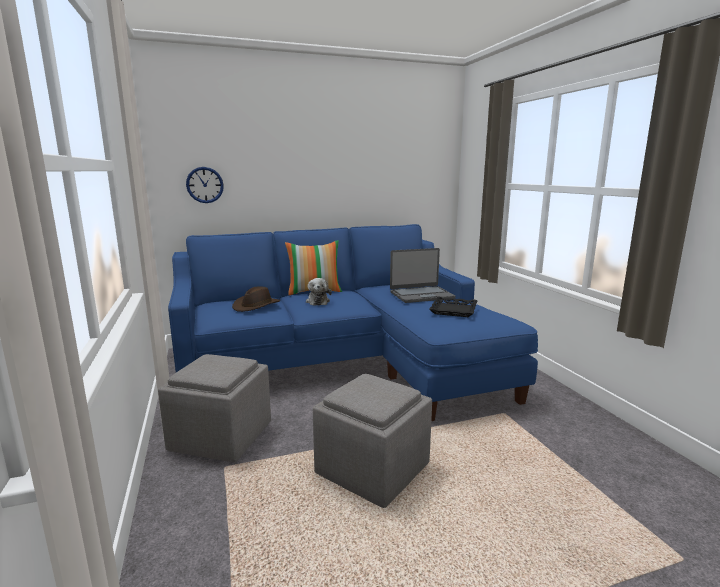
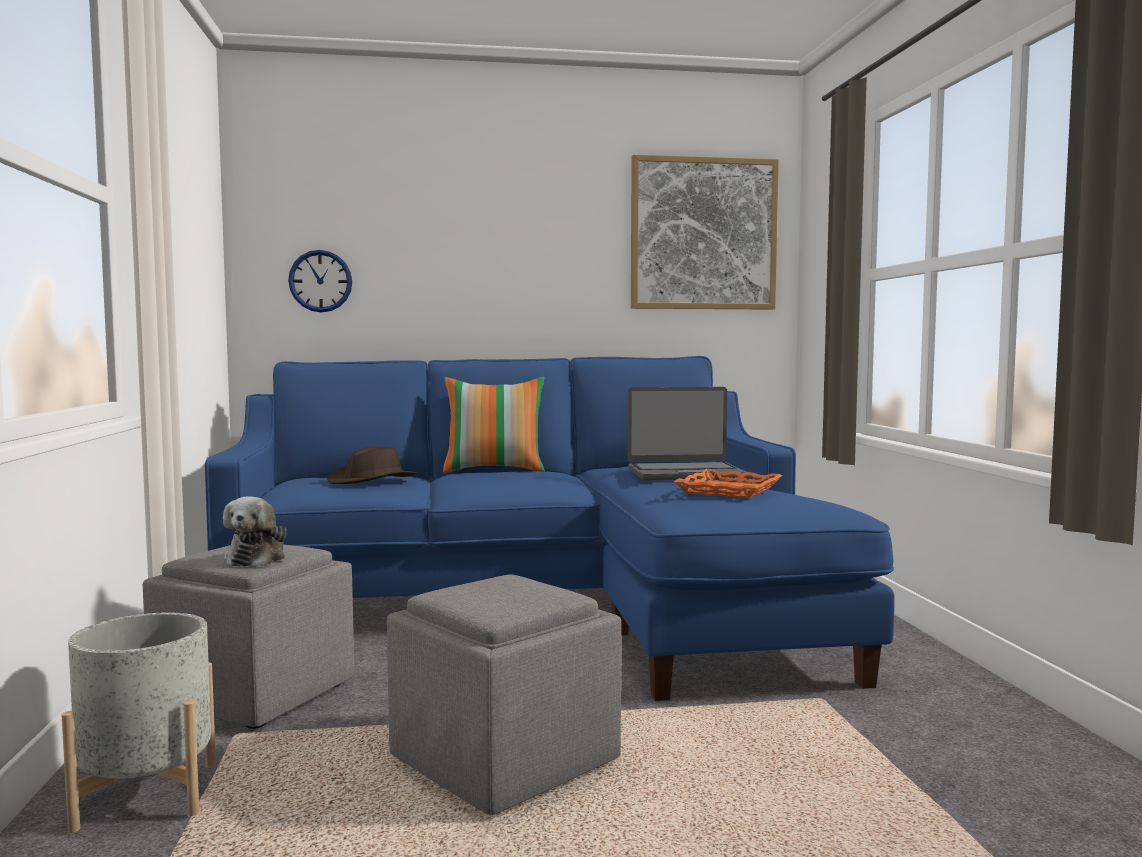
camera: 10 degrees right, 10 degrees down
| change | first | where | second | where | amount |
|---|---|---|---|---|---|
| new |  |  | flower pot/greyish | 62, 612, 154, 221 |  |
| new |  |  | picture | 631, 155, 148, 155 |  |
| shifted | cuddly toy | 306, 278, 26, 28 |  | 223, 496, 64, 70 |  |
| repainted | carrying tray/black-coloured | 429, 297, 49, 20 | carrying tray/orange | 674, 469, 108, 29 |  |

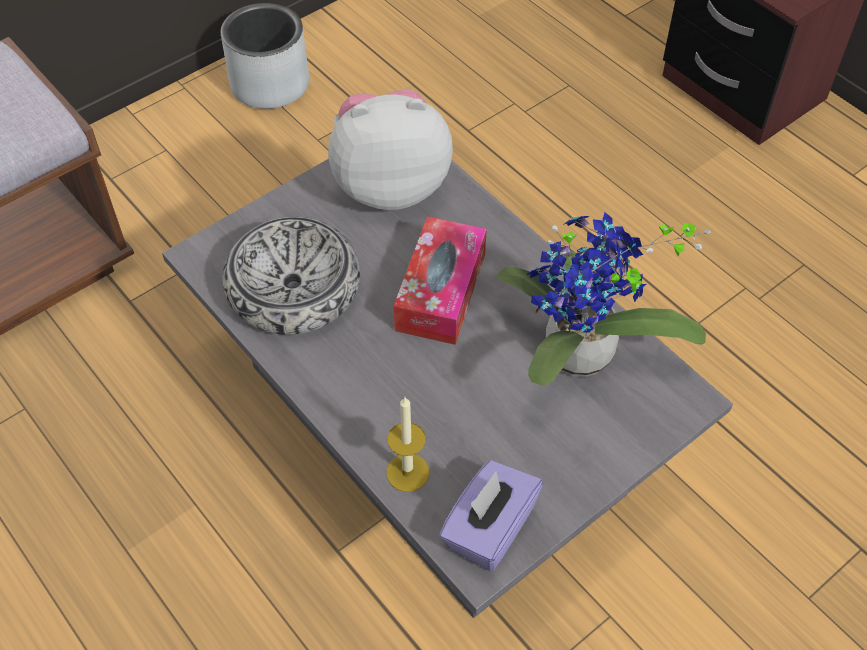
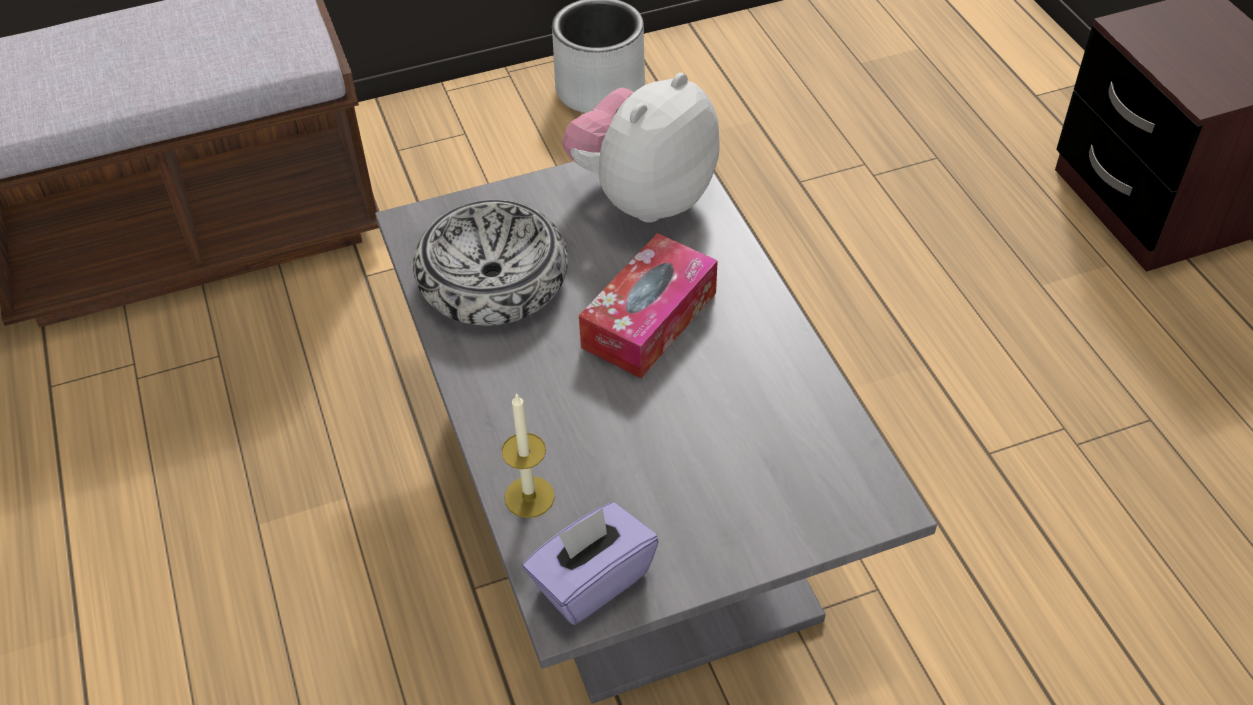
camera: 20 degrees right, 5 degrees down
| change | first | where | second | where | amount |
|---|---|---|---|---|---|
| gone | plant in a pot | 497, 212, 214, 174 |  |  |  |
| rotated | cuddly toy | 328, 89, 125, 121 |  | 562, 73, 158, 150 | 60 degrees counterclockwise |

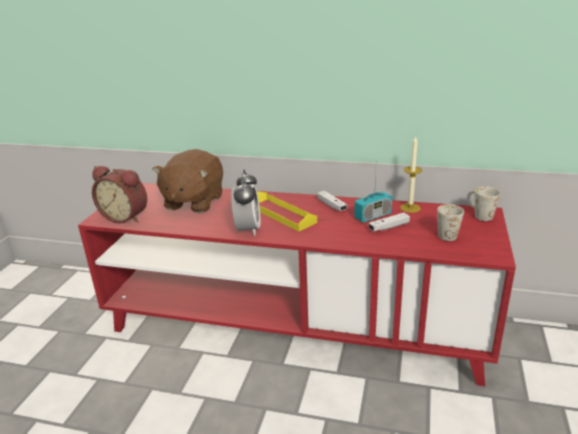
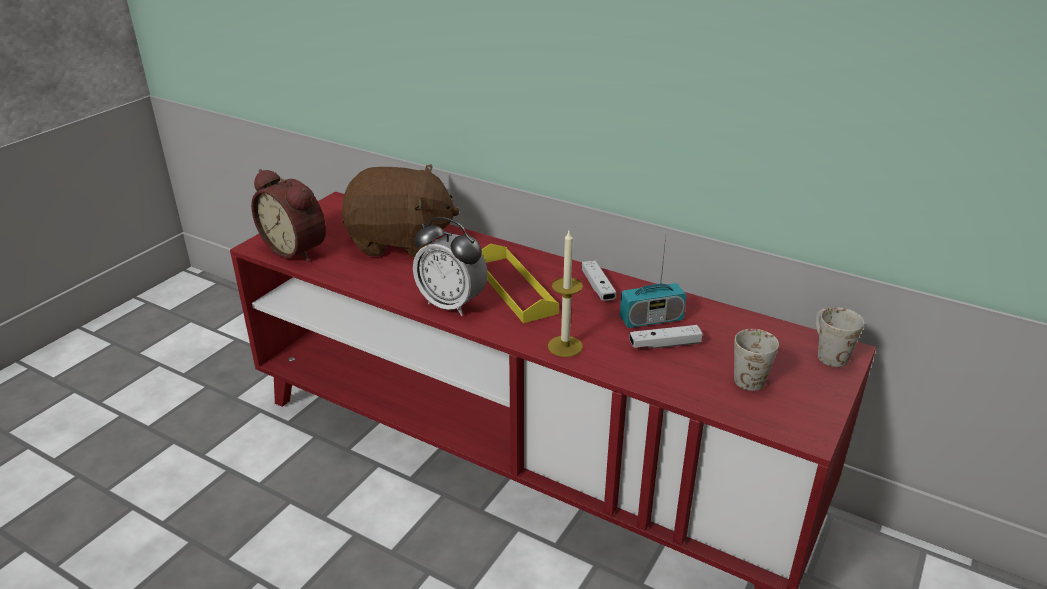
camera: 15 degrees right, 5 degrees up
| change | first | where | second | where | amount |
|---|---|---|---|---|---|
| shifted | wax candle | 400, 136, 22, 77 |  | 548, 231, 35, 126 |  |
| rotated | cuddly toy/brown | 152, 149, 71, 64 |  | 342, 165, 118, 92 | 120 degrees counterclockwise |
| rotated | bedside clock | 231, 169, 29, 67 |  | 413, 217, 75, 99 | 105 degrees clockwise |

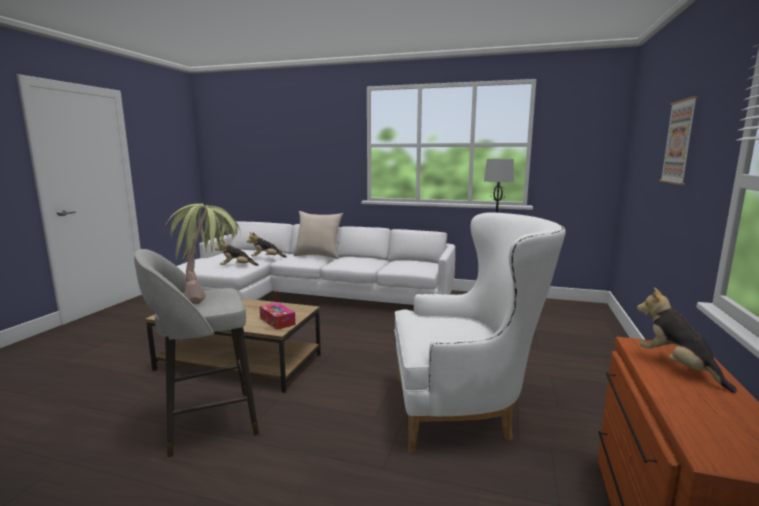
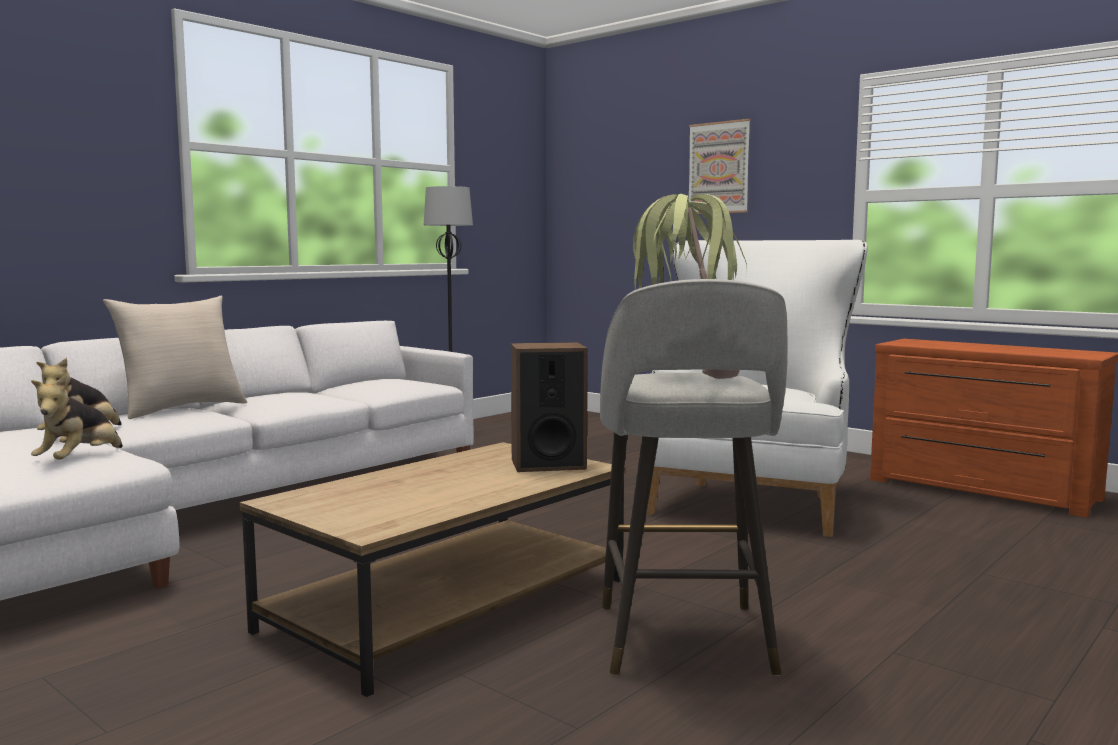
camera: 65 degrees left, 5 degrees down
| change | first | where | second | where | amount |
|---|---|---|---|---|---|
| gone | cuddly toy | 637, 288, 100, 105 |  |  |  |
| swapped | tissue holder | 259, 302, 37, 28 | loudspeaker | 511, 342, 76, 130 |  |

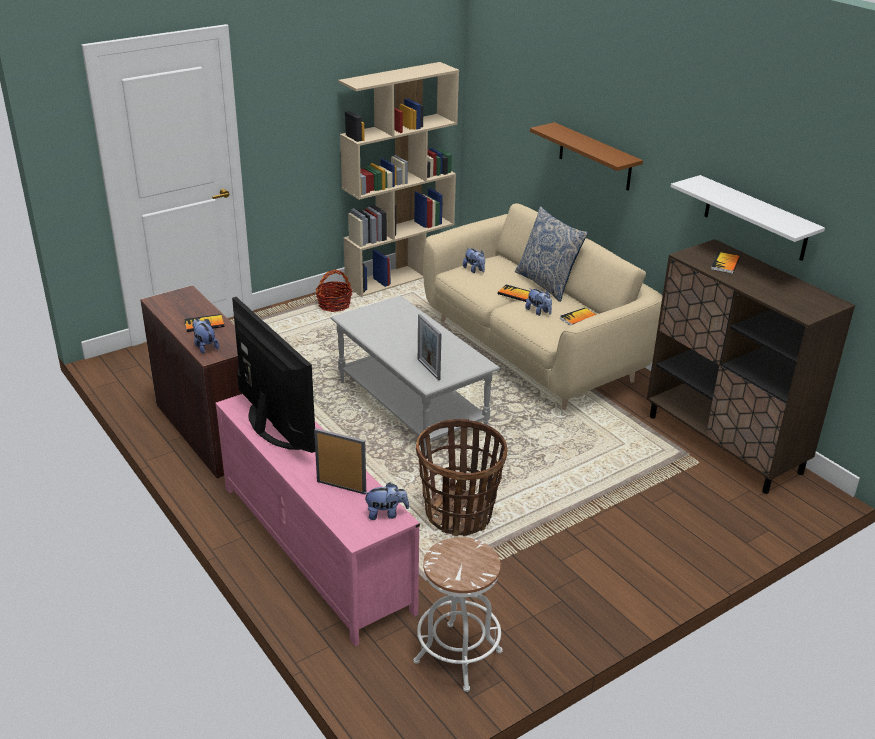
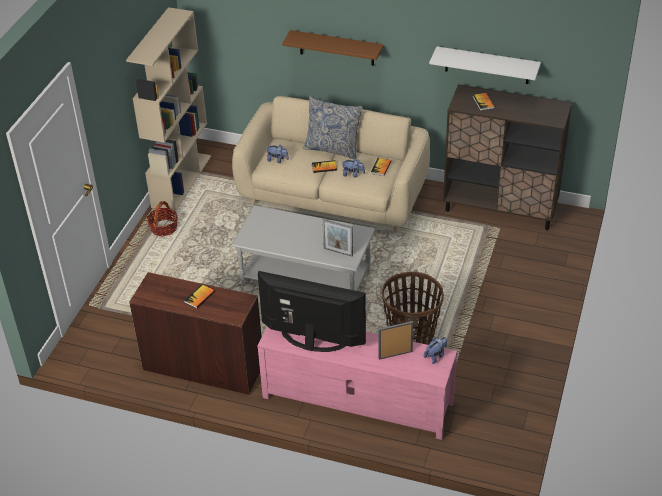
camera: 35 degrees left, 10 degrees up
| change | first | where | second | where | amount |
|---|---|---|---|---|---|
| gone | cuddly toy | 192, 319, 27, 35 |  |  |  |
| gone | sitting stool/whitish | 413, 537, 89, 155 |  |  |  |

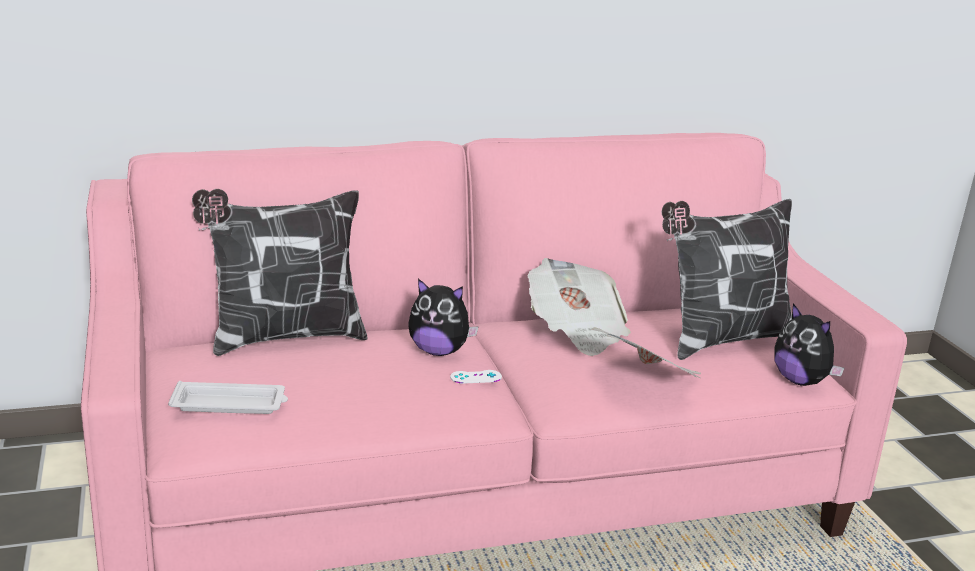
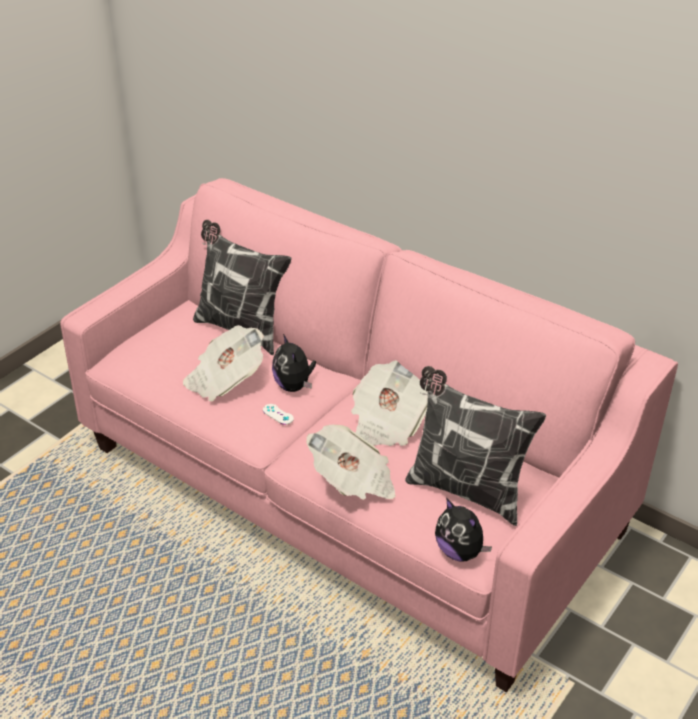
camera: 55 degrees right, 15 degrees up
| change | first | where | second | where | amount |
|---|---|---|---|---|---|
| gone | carrying tray/whitish | 168, 381, 120, 33 |  |  |  |
| new |  |  | newspaper | 183, 325, 81, 77 |  |
| rotated | cuddly toy | 774, 303, 70, 83 |  | 435, 498, 57, 64 | 60 degrees counterclockwise |

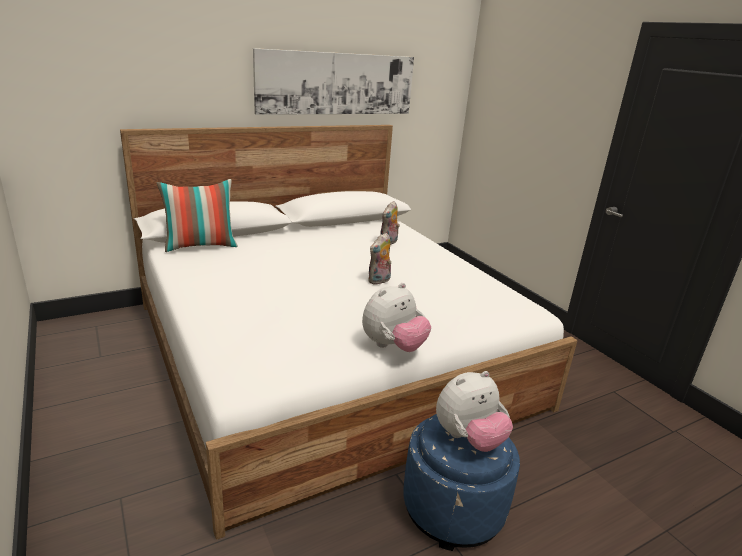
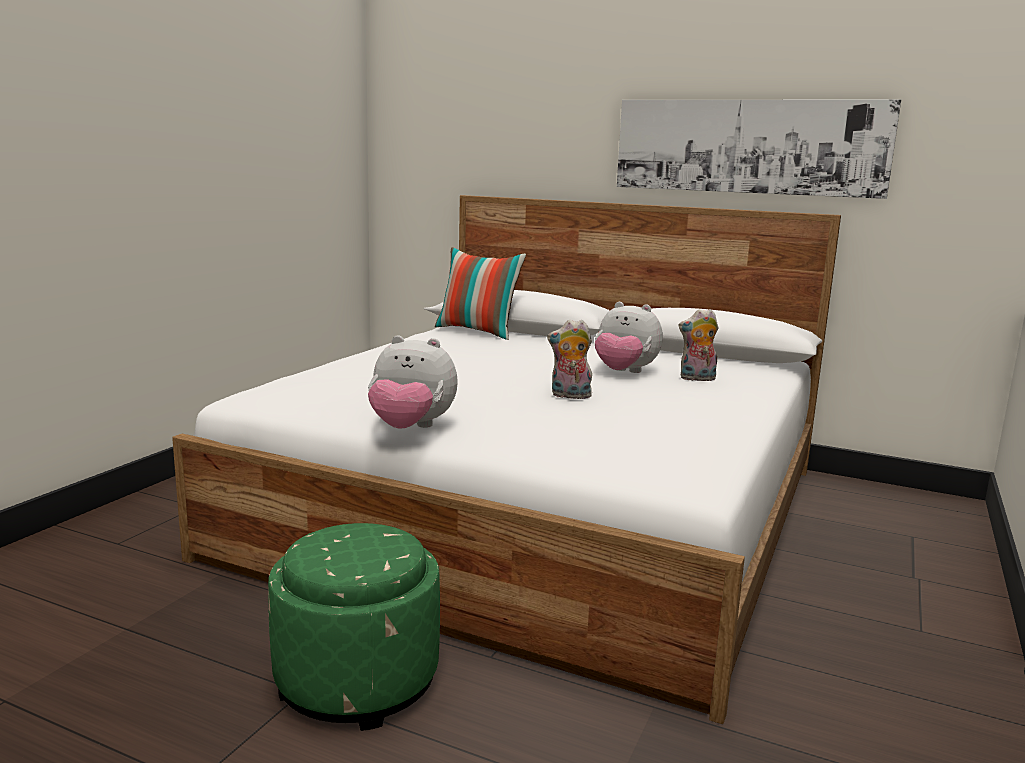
camera: 55 degrees right, 10 degrees down
| change | first | where | second | where | amount |
|---|---|---|---|---|---|
| shifted | cuddly toy | 436, 371, 77, 81 |  | 595, 302, 68, 71 |  |
| repainted | footrest/bluish | 403, 414, 117, 137 | footrest/greenish | 268, 523, 172, 208 |  |

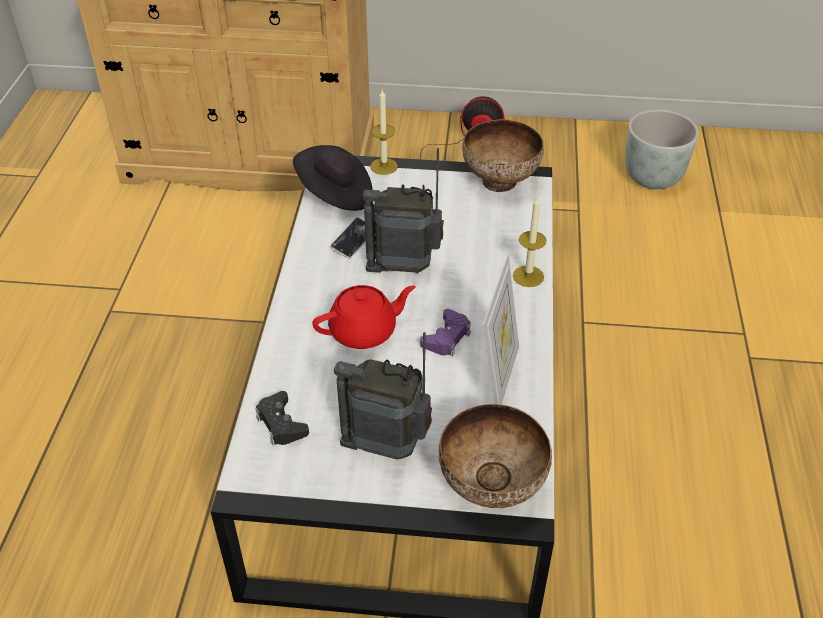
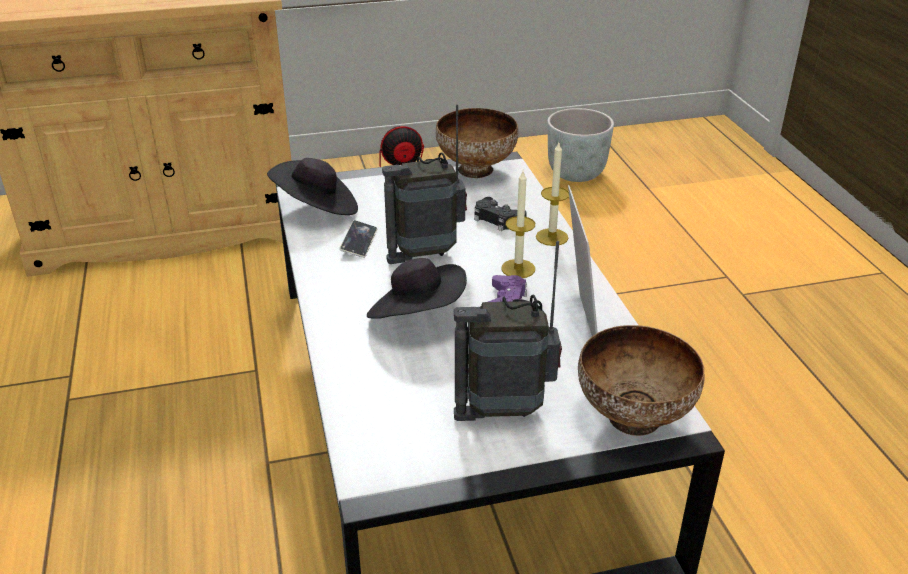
camera: 20 degrees left, 10 degrees down
| change | first | where | second | where | amount |
|---|---|---|---|---|---|
| shifted | game controller/black-coloured | 256, 391, 53, 54 |  | 474, 197, 53, 34 |  |
| shifted | wax candle | 370, 90, 28, 85 |  | 501, 171, 34, 107 |  |
| swapped | teapot/red-coloured | 312, 285, 104, 64 | clothing hat/black-coloured | 367, 258, 100, 61 |  |

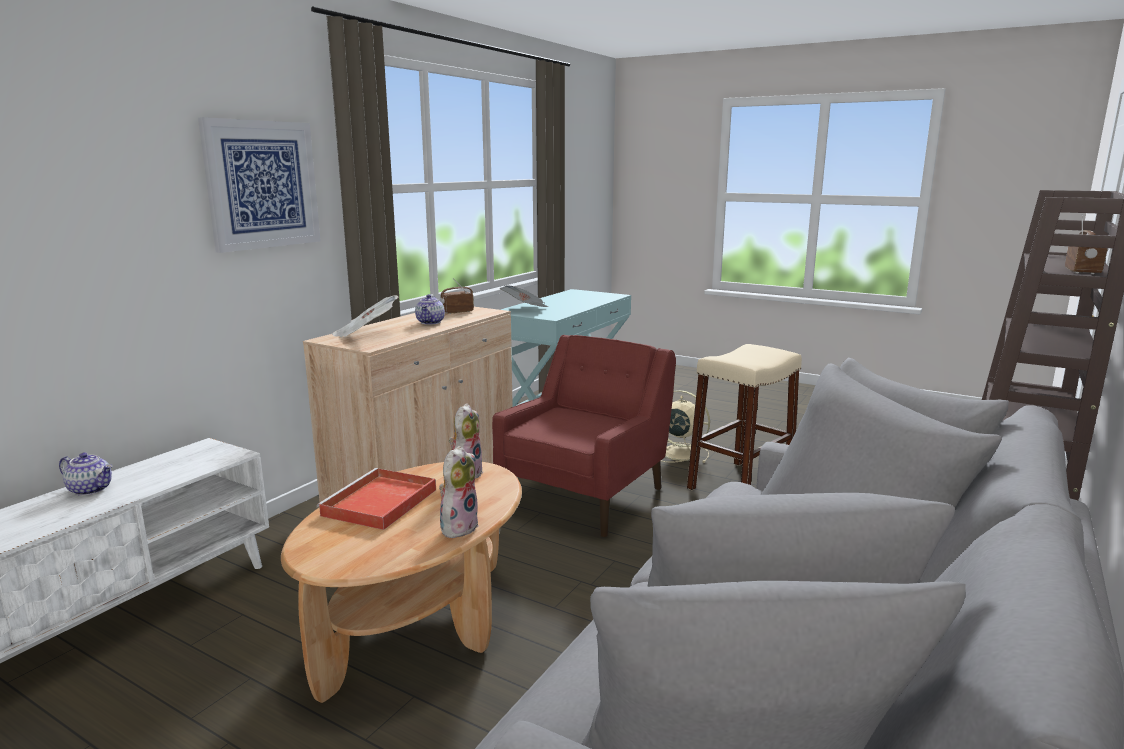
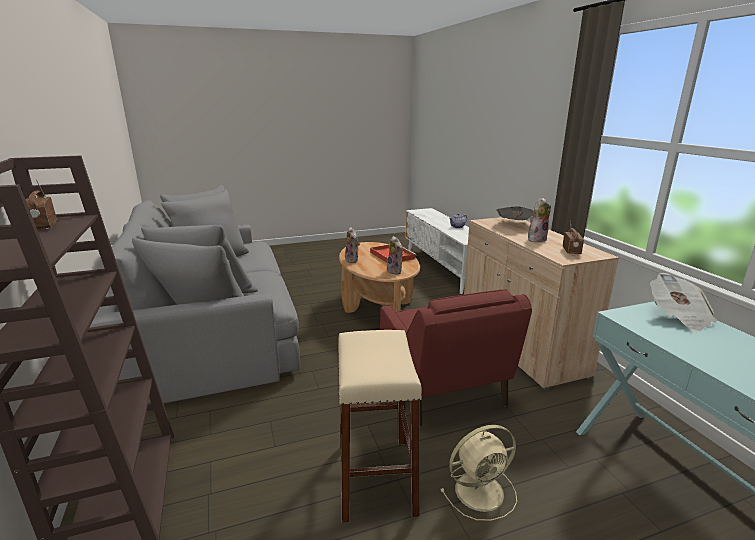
camera: 130 degrees right, 5 degrees up
| change | first | where | second | where | amount |
|---|---|---|---|---|---|
| gone | picture | 198, 117, 123, 136 |  |  |  |
| swapped | teapot | 415, 294, 30, 30 | cuddly toy | 528, 197, 23, 45 |  |

